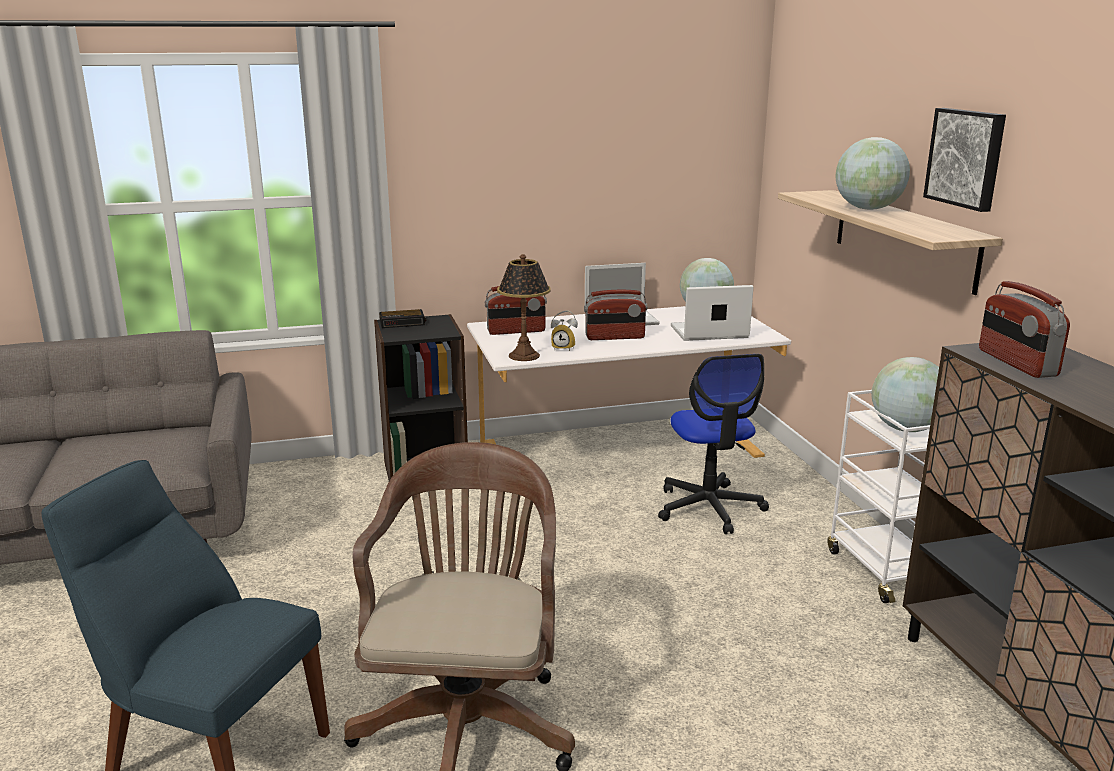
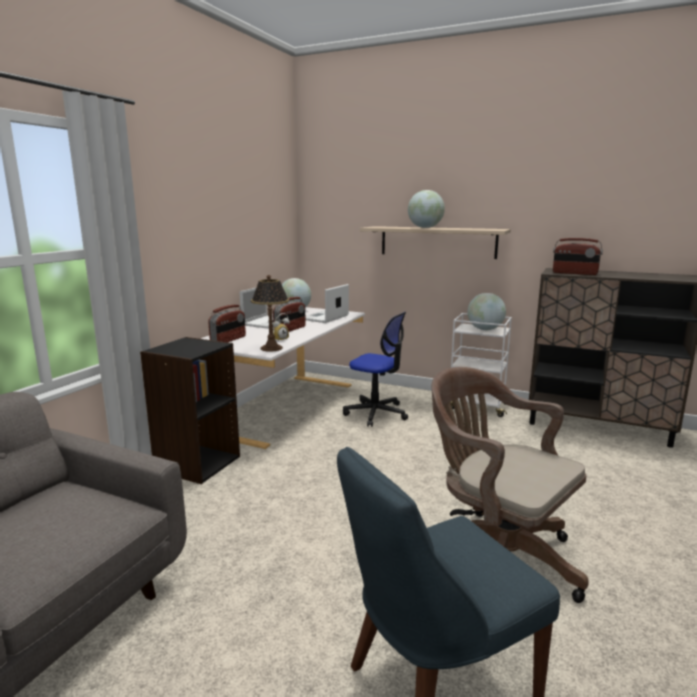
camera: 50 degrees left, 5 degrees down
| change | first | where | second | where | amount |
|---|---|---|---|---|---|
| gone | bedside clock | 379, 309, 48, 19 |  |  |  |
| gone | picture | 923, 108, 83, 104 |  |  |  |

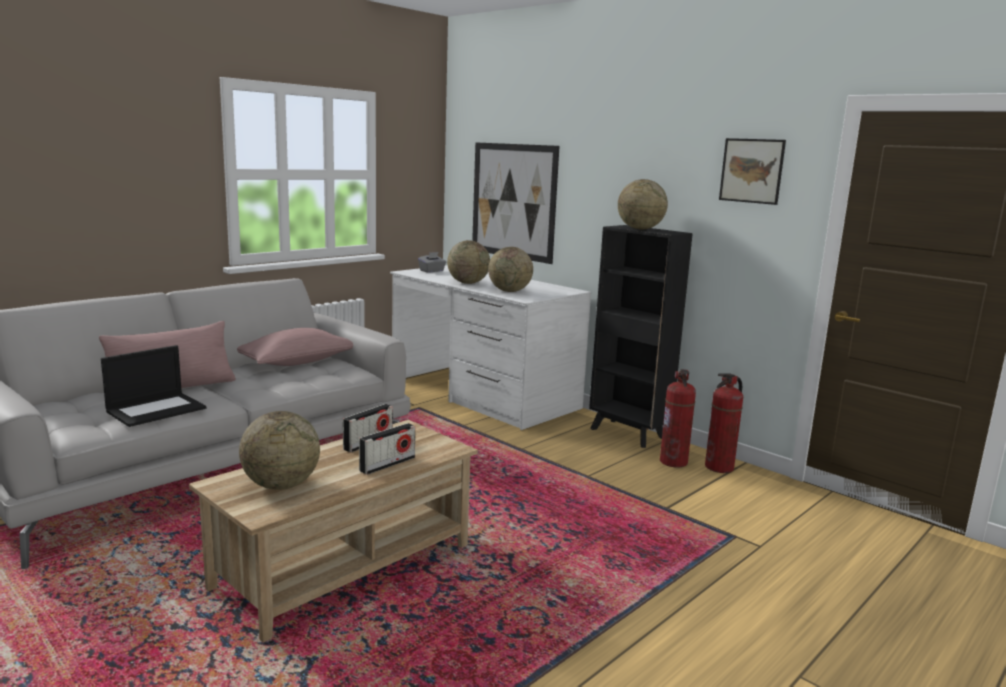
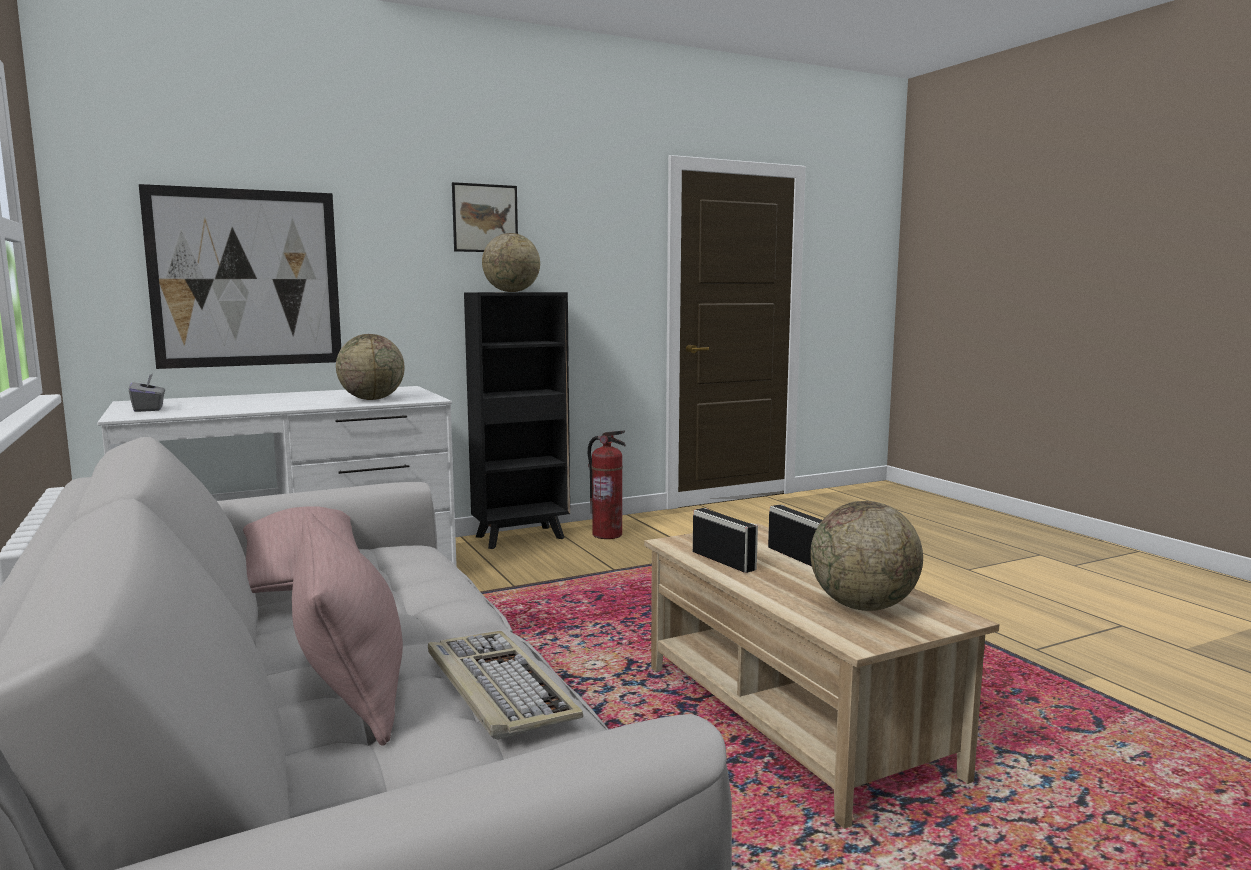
camera: 70 degrees left, 5 degrees down
| change | first | where | second | where | amount |
|---|---|---|---|---|---|
| gone | desk globe | 447, 240, 43, 44 |  |  |  |
| gone | fire extinguisher | 705, 373, 38, 100 |  |  |  |
| shifted | picture | 719, 138, 67, 67 |  | 452, 182, 66, 70 |  |
| swapped | portable computer | 101, 345, 105, 82 | PC keyboard | 428, 631, 155, 109 |  |

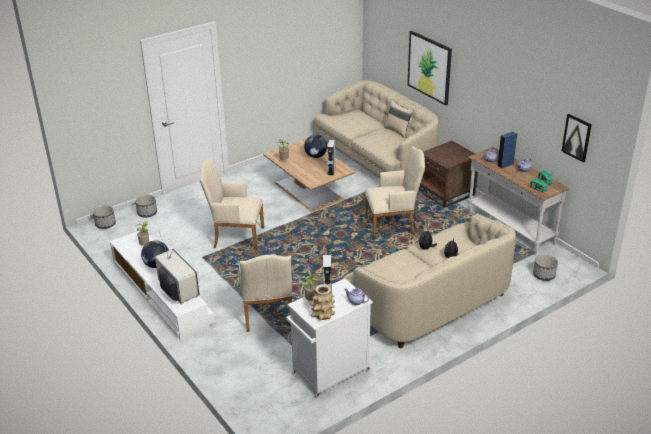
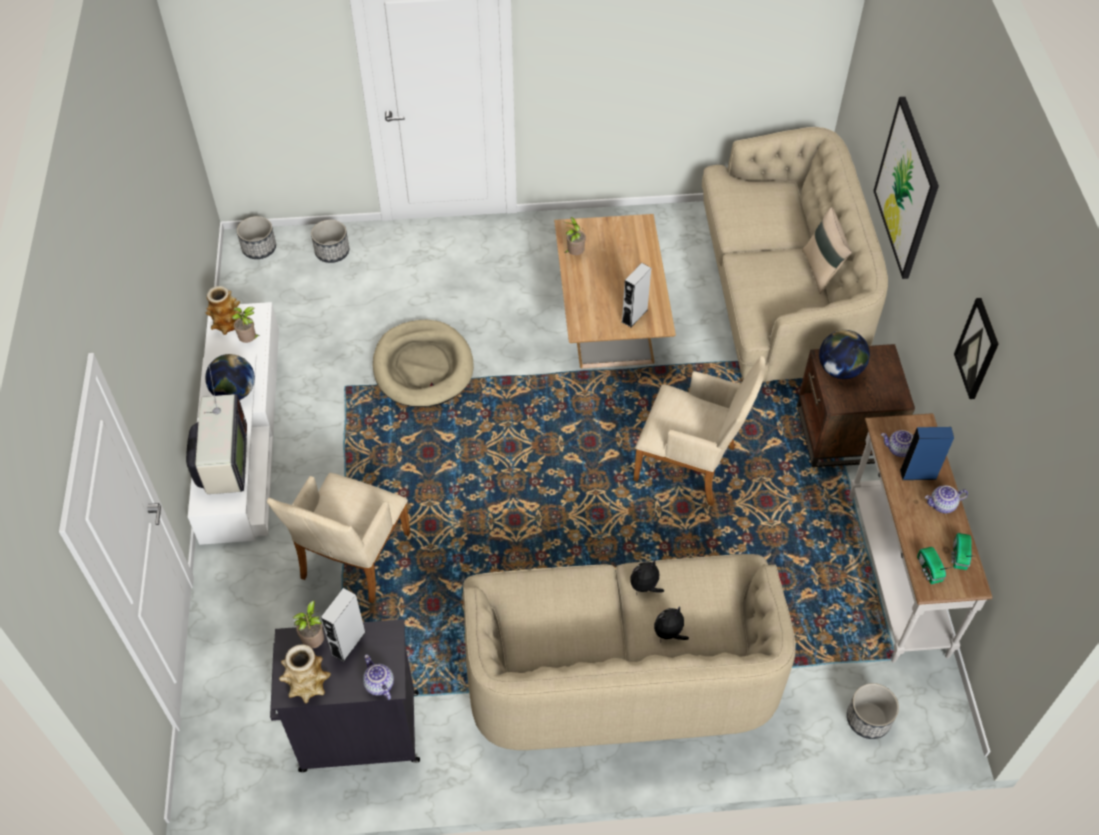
camera: 30 degrees right, 20 degrees up
| change | first | where | second | where | amount |
|---|---|---|---|---|---|
| new |  |  | decorative vase | 206, 286, 35, 49 |  |
| shifted | desk globe | 304, 135, 23, 23 |  | 819, 330, 51, 49 |  |
| shifted | picture | 562, 114, 30, 48 |  | 954, 298, 45, 101 |  |
| swapped | armchair/beige | 200, 158, 64, 92 | dog bed/beige | 373, 320, 101, 87 |  |
| repainted | cabinet/whitish | 286, 278, 87, 120 | cabinet/black-coloured | 270, 619, 150, 153 |  |

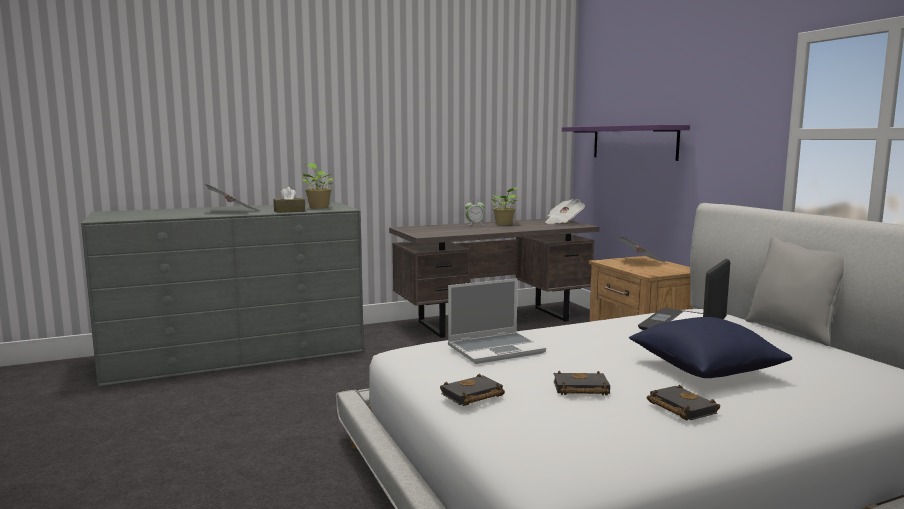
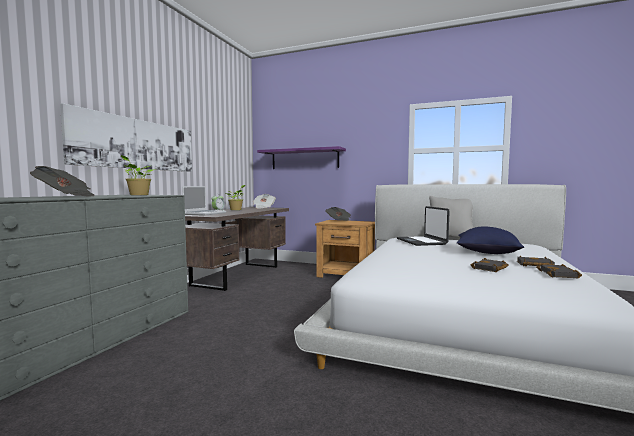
camera: 45 degrees left, 5 degrees down
| change | first | where | second | where | amount |
|---|---|---|---|---|---|
| gone | tissue holder/brown | 274, 187, 31, 26 |  |  |  |
| new |  |  | picture | 60, 103, 132, 69 |  |
| shifted | book/black-coloured | 440, 374, 65, 32 |  | 536, 263, 46, 16 |  |
| shifted | portable computer | 448, 278, 98, 86 |  | 182, 186, 44, 30 |  |

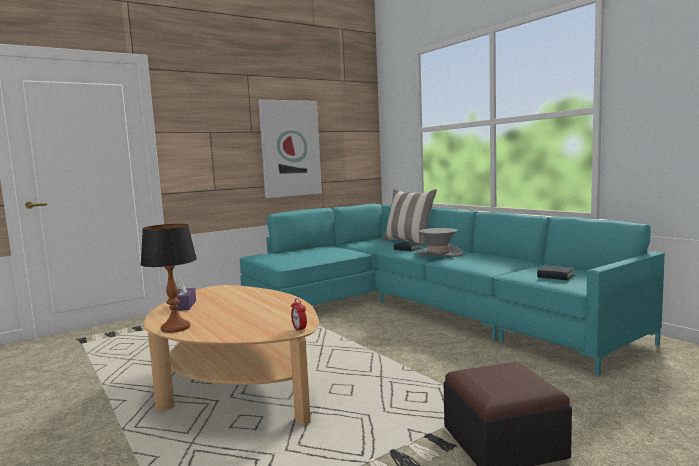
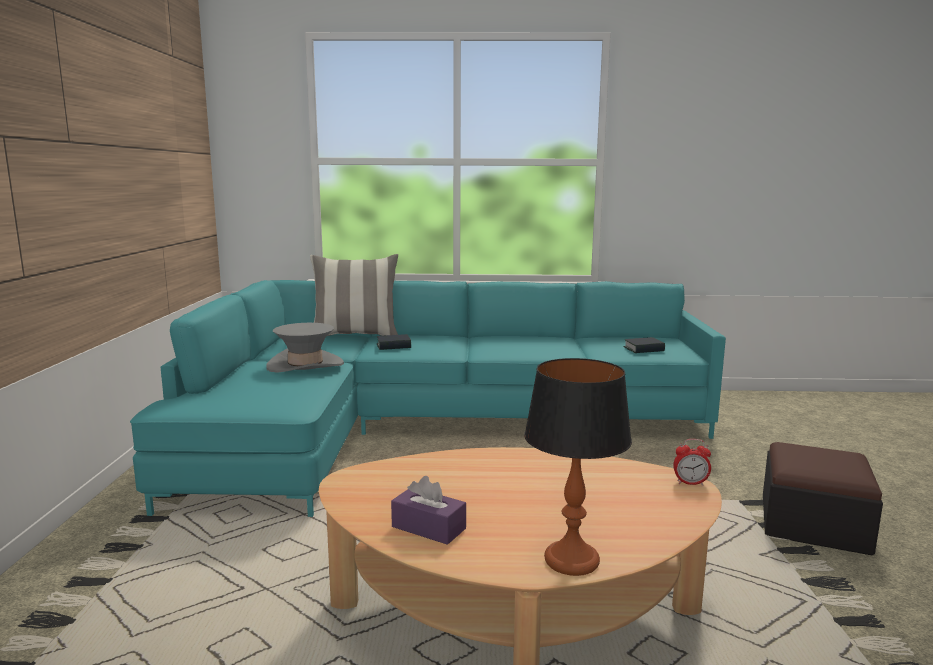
camera: 55 degrees left, 5 degrees up
| change | first | where | second | where | amount |
|---|---|---|---|---|---|
| gone | picture | 258, 99, 64, 99 |  |  |  |
| shifted | clothing hat/greyish | 414, 228, 50, 29 |  | 266, 323, 78, 50 |  |

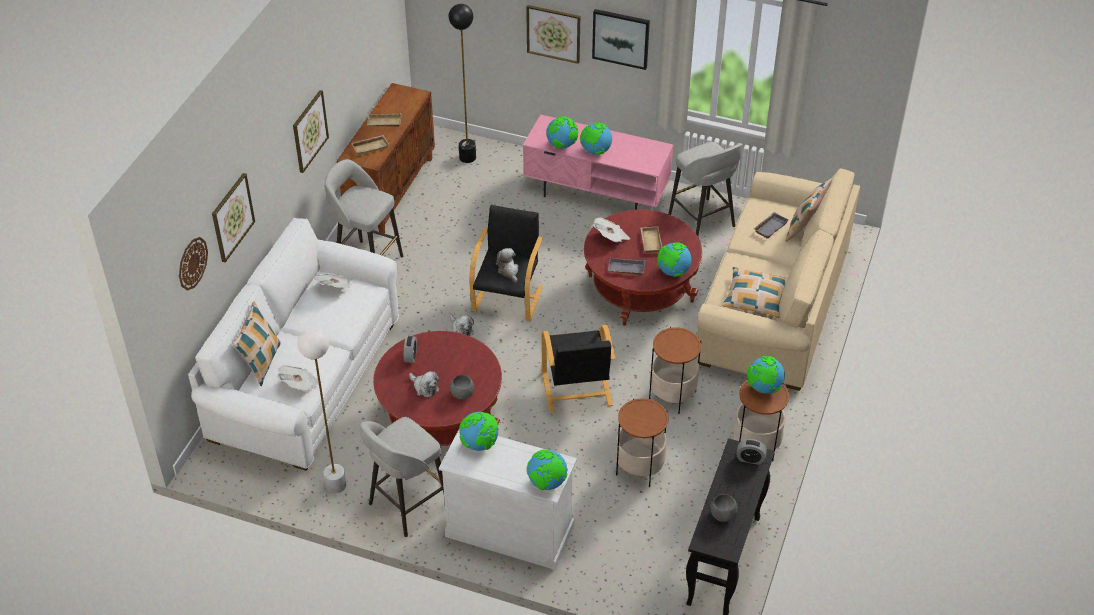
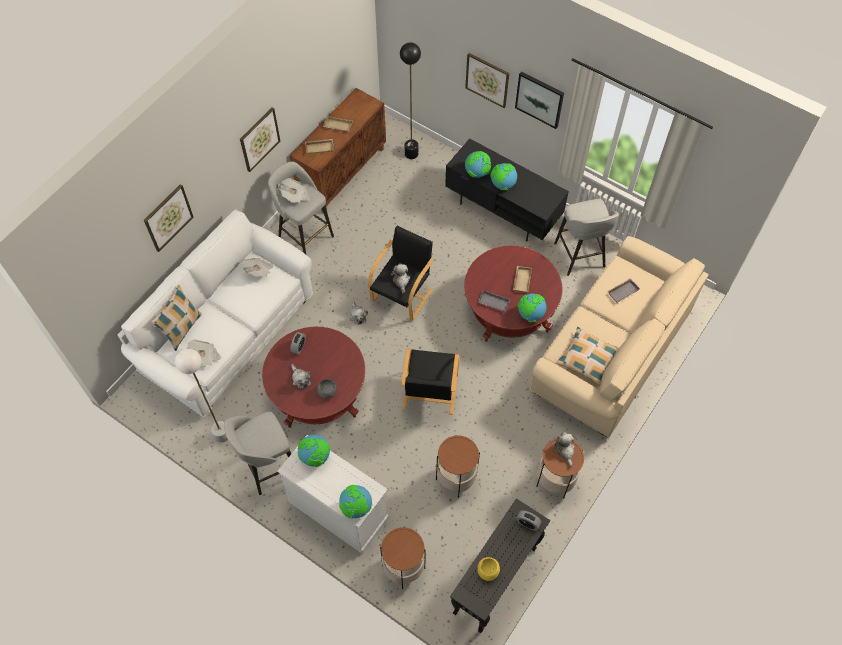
camera: 15 degrees right, 15 degrees up
| change | first | where | second | where | amount |
|---|---|---|---|---|---|
| gone | hanging clock | 179, 237, 29, 54 |  |  |  |
| gone | pillow | 786, 178, 46, 64 |  |  |  |
| shifted | newspaper | 593, 218, 37, 24 |  | 278, 178, 32, 25 |  |
| shifted | side table | 649, 327, 52, 87 |  | 380, 527, 46, 62 |  |
| swapped | desk globe | 747, 356, 38, 38 | cuddly toy | 554, 432, 21, 35 |  |
| repainted | tv stand/pinkish | 523, 114, 150, 96 | tv stand/black-coloured | 445, 138, 124, 104 |  |
| repainted | serving bowl/greyish | 710, 494, 28, 28 | serving bowl/yellow | 477, 557, 23, 24 |  |

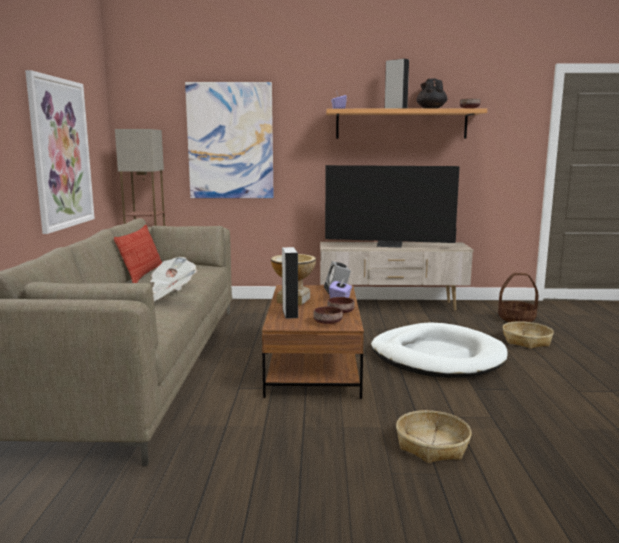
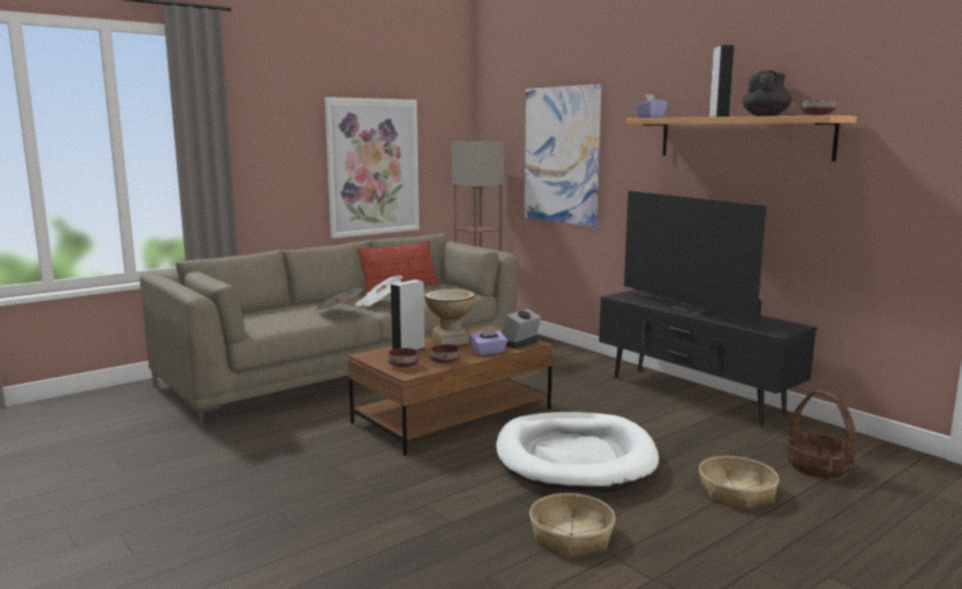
camera: 50 degrees right, 0 degrees up
| change | first | where | second | where | amount |
|---|---|---|---|---|---|
| shifted | storage basket | 396, 410, 76, 53 |  | 530, 493, 86, 63 |  |
| repainted | tv stand/beige | 320, 242, 153, 69 | tv stand/black-coloured | 599, 289, 218, 138 |  |

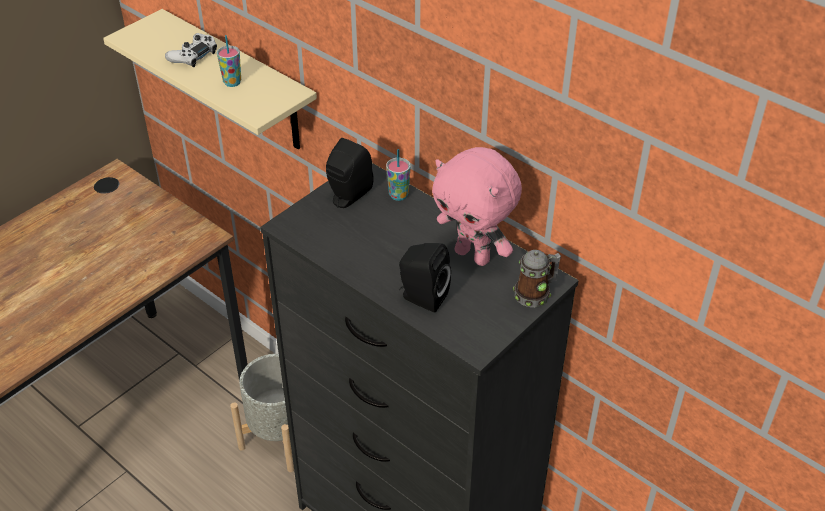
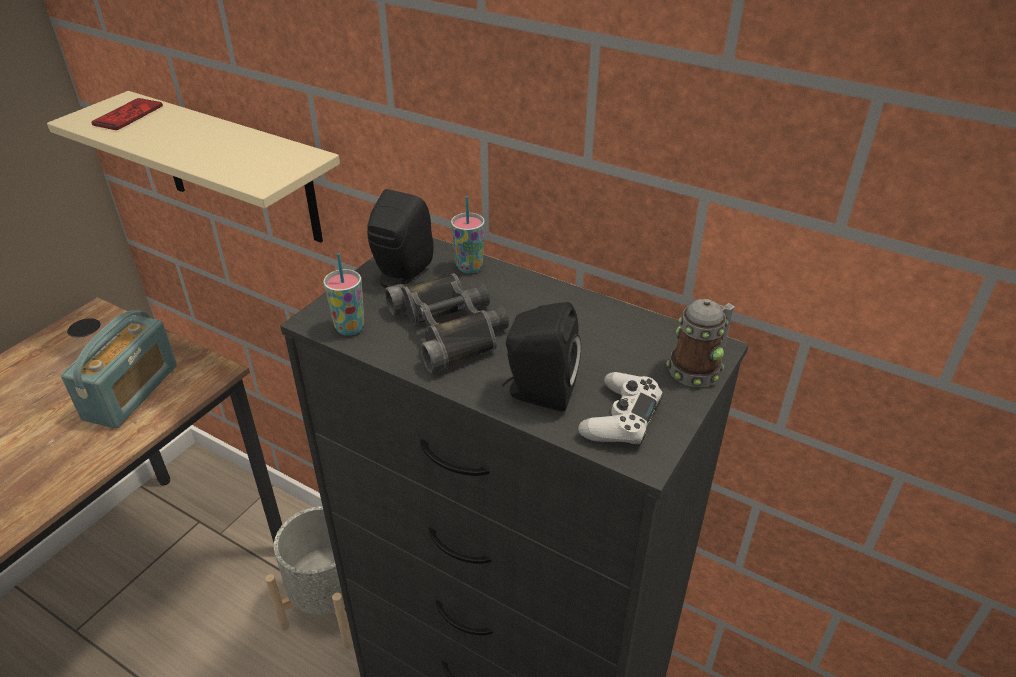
camera: 10 degrees left, 5 degrees down
| change | first | where | second | where | amount |
|---|---|---|---|---|---|
| gone | cuddly toy/pinkish | 432, 147, 90, 119 |  |  |  |
| new |  |  | radio receiver | 61, 310, 116, 118 |  |
| new |  |  | telephone | 91, 98, 72, 32 |  |
| new |  |  | pair of binoculars/black-coloured | 385, 273, 124, 101 |  |
| shifted | game controller/whitish | 165, 33, 52, 34 |  | 578, 372, 85, 74 |  |
| shifted | cup | 217, 35, 24, 52 |  | 323, 253, 41, 83 |  |

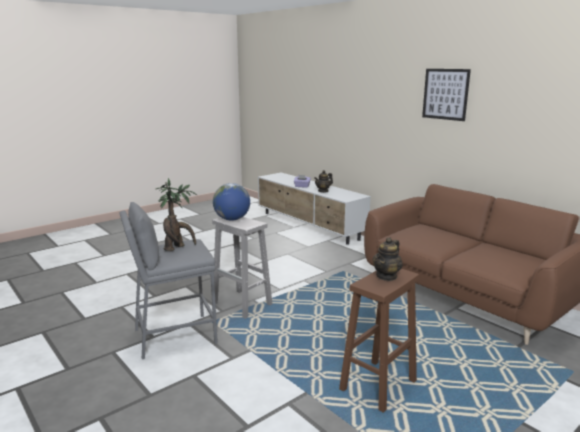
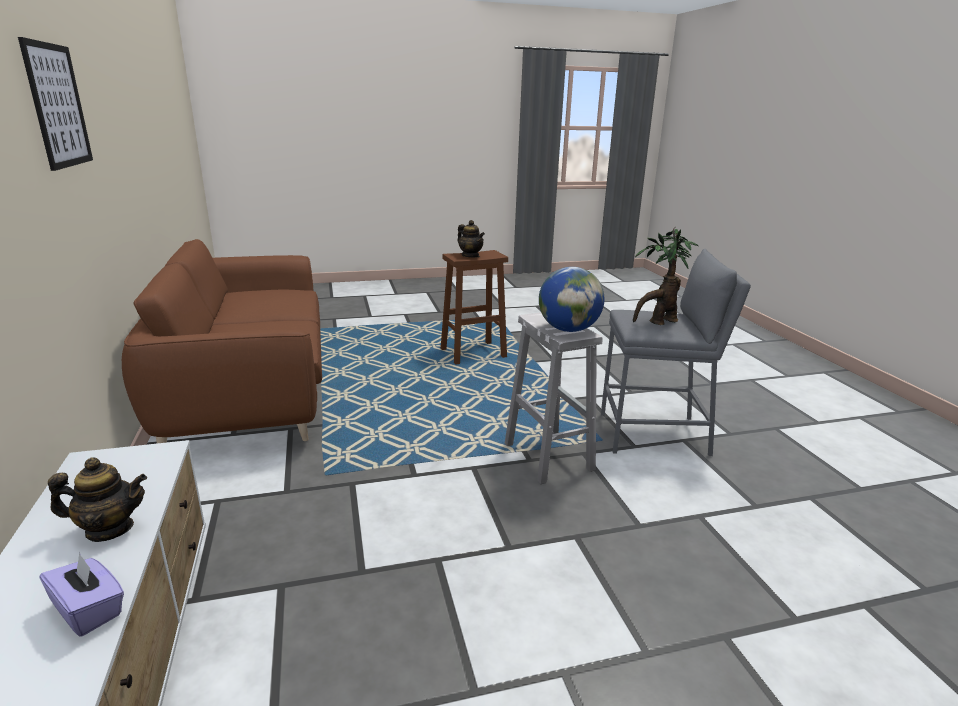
camera: 155 degrees left, 5 degrees up
| change | first | where | second | where | amount |
|---|---|---|---|---|---|
| rotated | teapot | 372, 237, 31, 44 |  | 457, 220, 28, 38 | 75 degrees clockwise |

